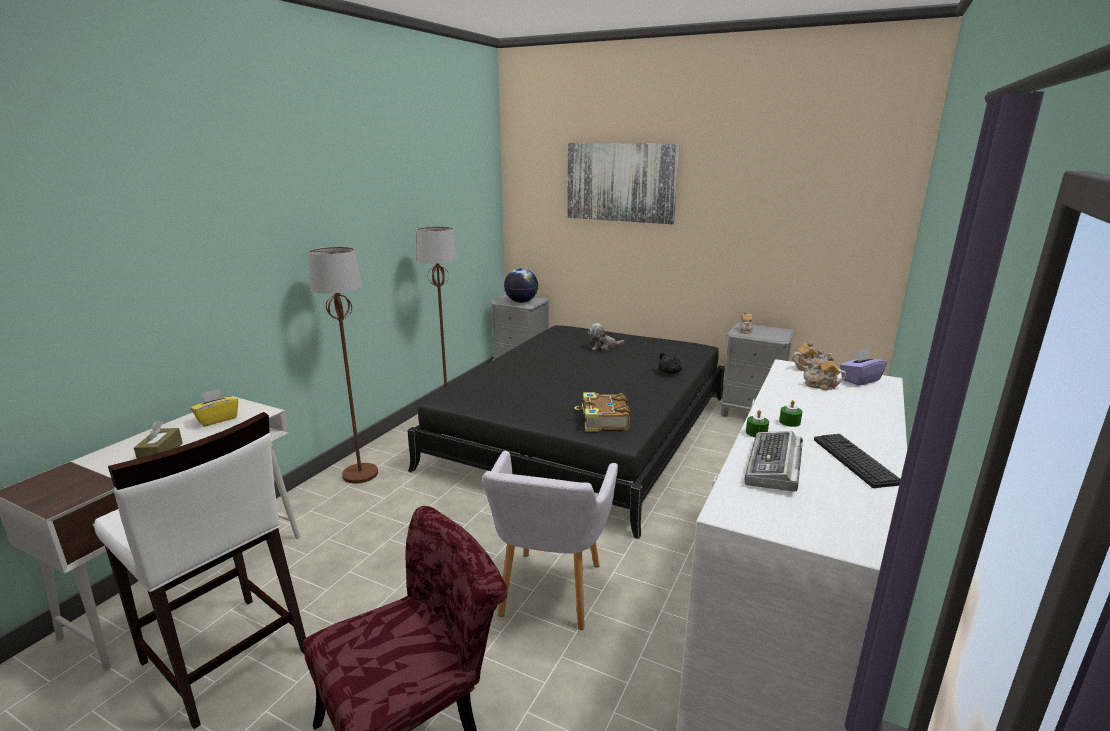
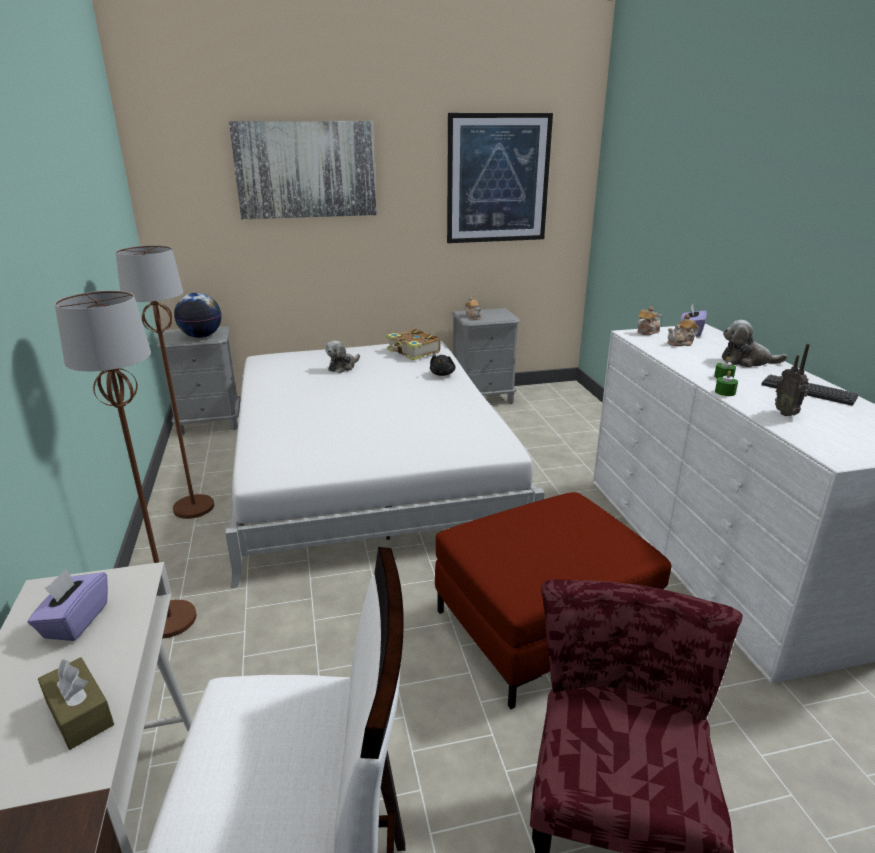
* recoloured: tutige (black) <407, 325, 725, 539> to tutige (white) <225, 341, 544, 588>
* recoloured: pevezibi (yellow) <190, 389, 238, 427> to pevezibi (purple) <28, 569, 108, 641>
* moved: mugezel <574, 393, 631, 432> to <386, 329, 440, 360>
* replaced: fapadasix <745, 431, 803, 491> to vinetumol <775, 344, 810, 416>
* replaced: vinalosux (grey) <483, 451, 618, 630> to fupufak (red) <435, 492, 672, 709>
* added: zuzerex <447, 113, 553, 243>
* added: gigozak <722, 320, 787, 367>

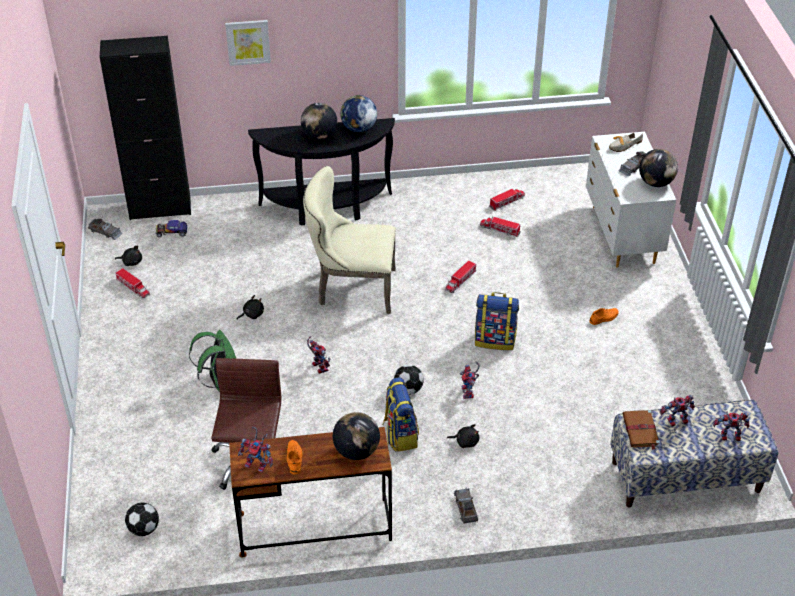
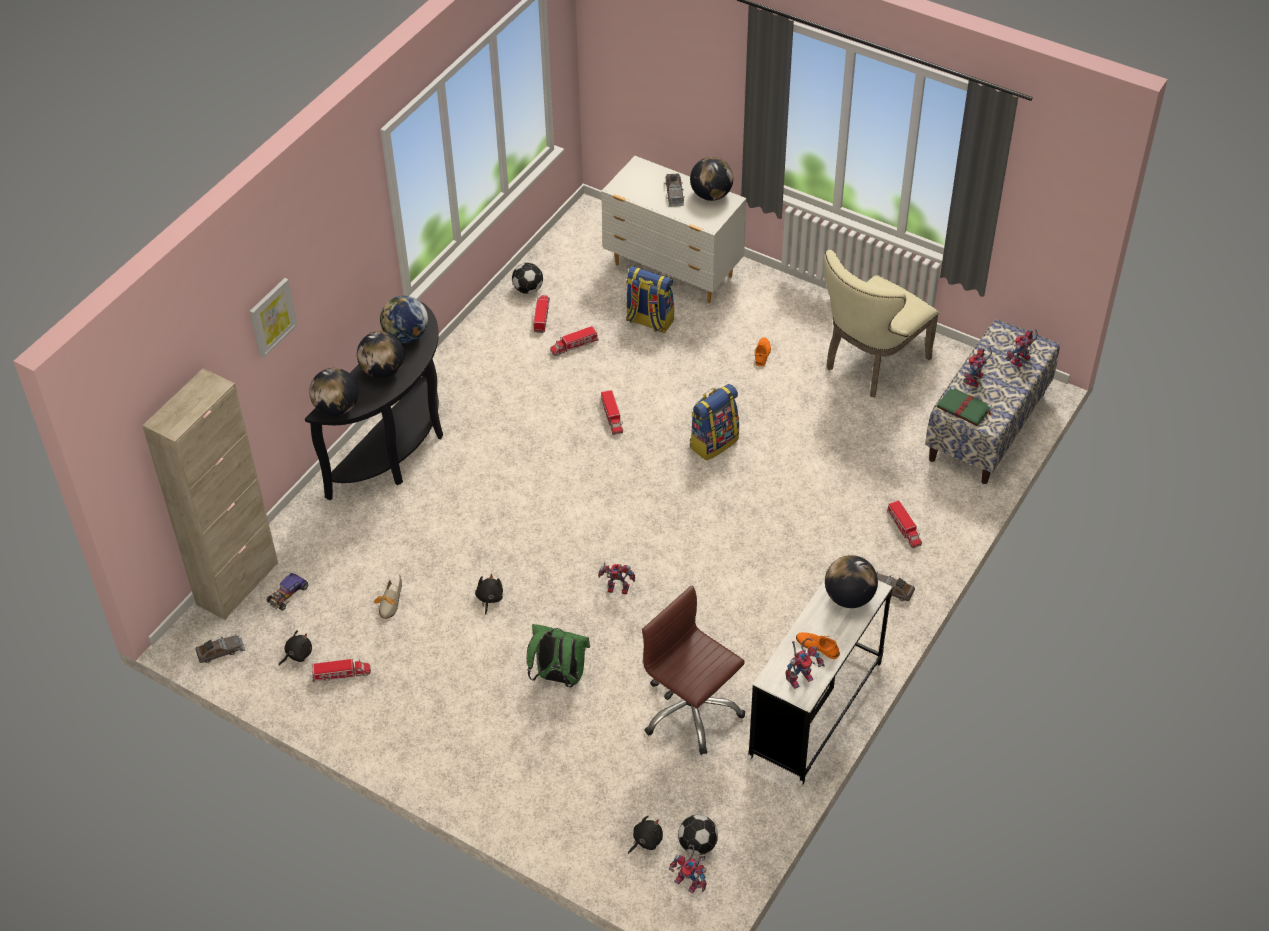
* recoloured: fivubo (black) <100, 36, 191, 220> to fivubo (beige) <142, 368, 278, 620>
* moved: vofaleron <609, 133, 643, 152> to <373, 574, 402, 619>
* moved: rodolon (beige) <303, 166, 396, 314> to <824, 250, 939, 397>
* moved: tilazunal <460, 361, 480, 399> to <669, 844, 707, 893>
* moved: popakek <394, 365, 424, 395> to <512, 263, 543, 294>
* moved: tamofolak <383, 377, 419, 452> to <626, 266, 674, 333>
* recoloured: mugezel (brown) <623, 410, 660, 450> to mugezel (green) <937, 386, 992, 426>
* moved: gigozak (black) <447, 424, 479, 448> to <628, 816, 663, 854>
* recoloured: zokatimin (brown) <229, 427, 392, 557> to zokatimin (white) <748, 580, 893, 786>
* added: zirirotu <309, 368, 358, 416>
* added: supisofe <887, 500, 922, 548>

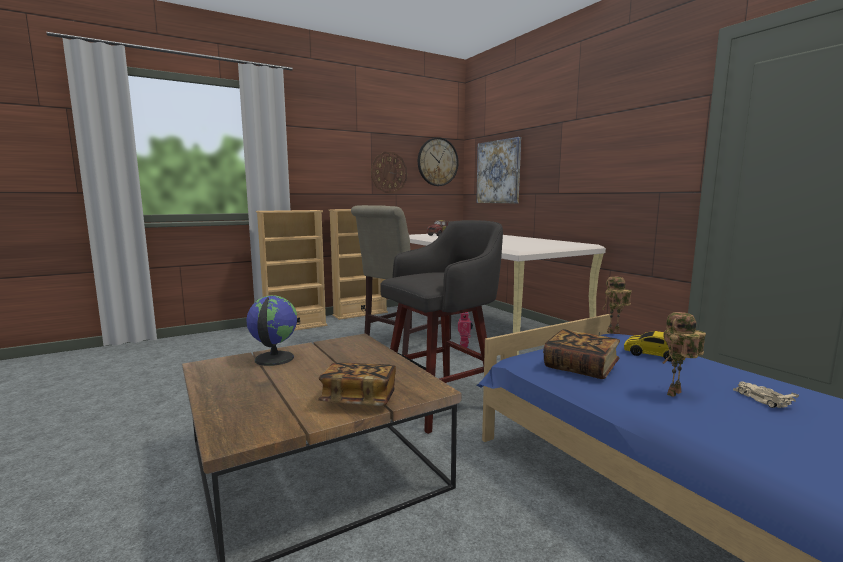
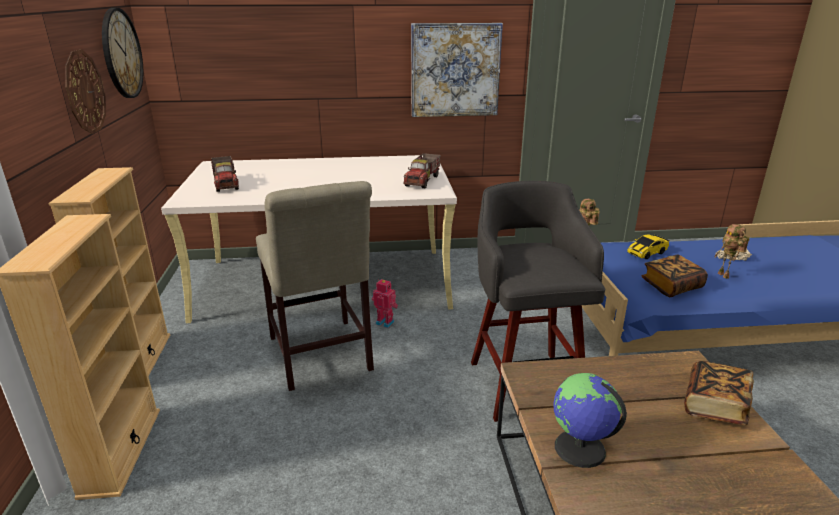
* moved: zuzerex <476, 137, 521, 203> to <411, 23, 503, 117>
* added: supisofe <404, 153, 441, 188>

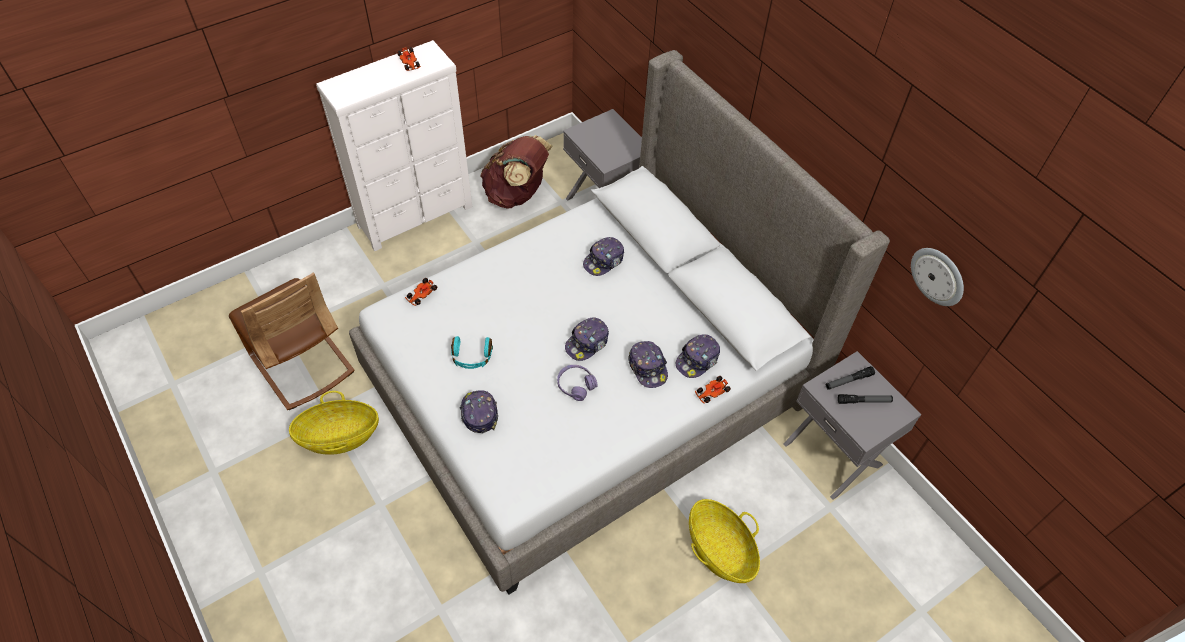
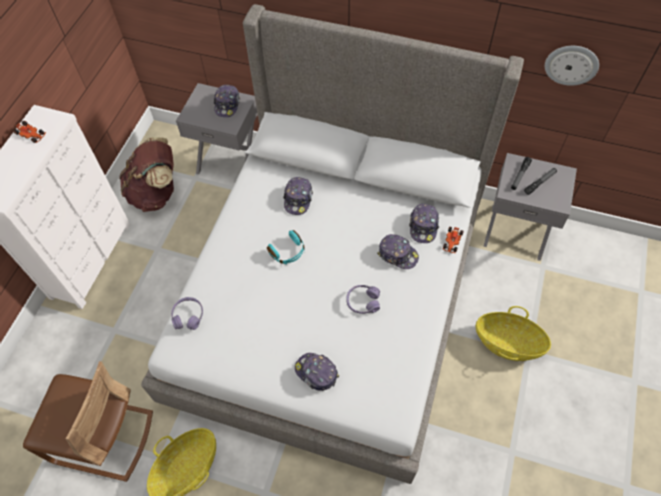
* replaced: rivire <405, 278, 437, 306> to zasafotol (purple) <171, 297, 203, 330>
* moved: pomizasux <565, 318, 609, 361> to <214, 85, 240, 117>
* moved: zasafotol (turquoise) <451, 336, 493, 369> to <267, 230, 304, 264>

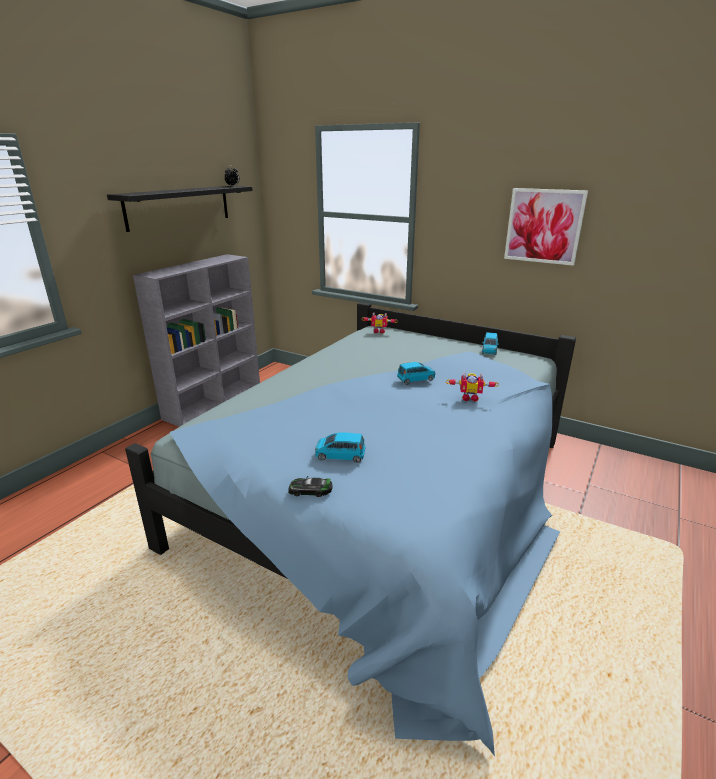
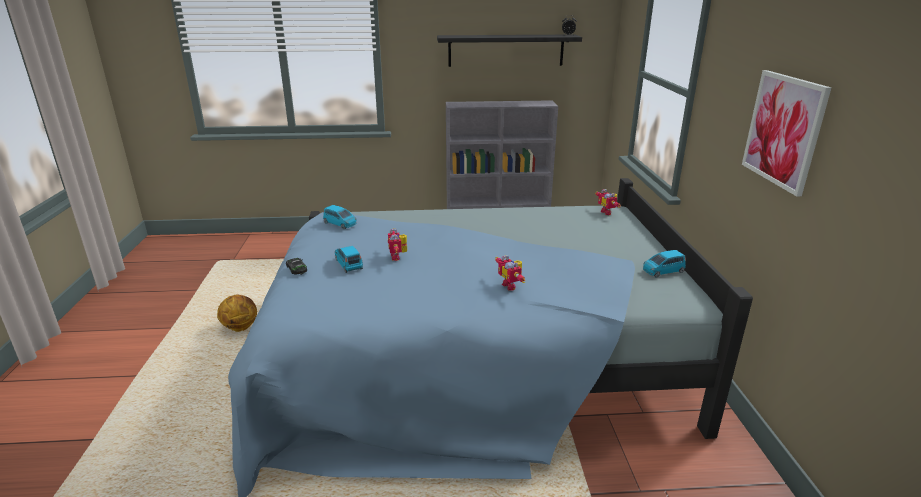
* moved: rivire (blue) <397, 362, 435, 385> to <323, 205, 357, 229>
* added: tilazunal <388, 229, 407, 261>
* added: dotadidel <217, 294, 257, 332>

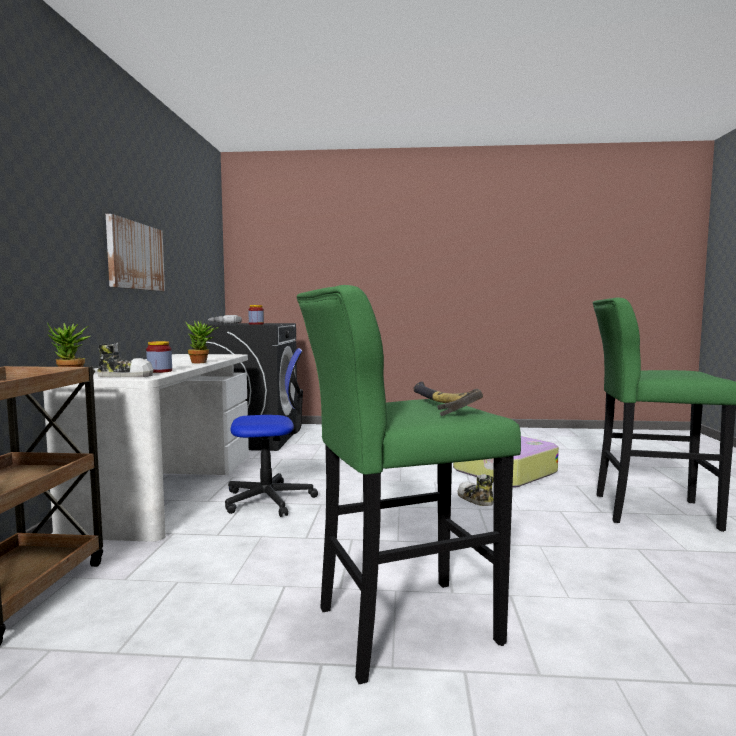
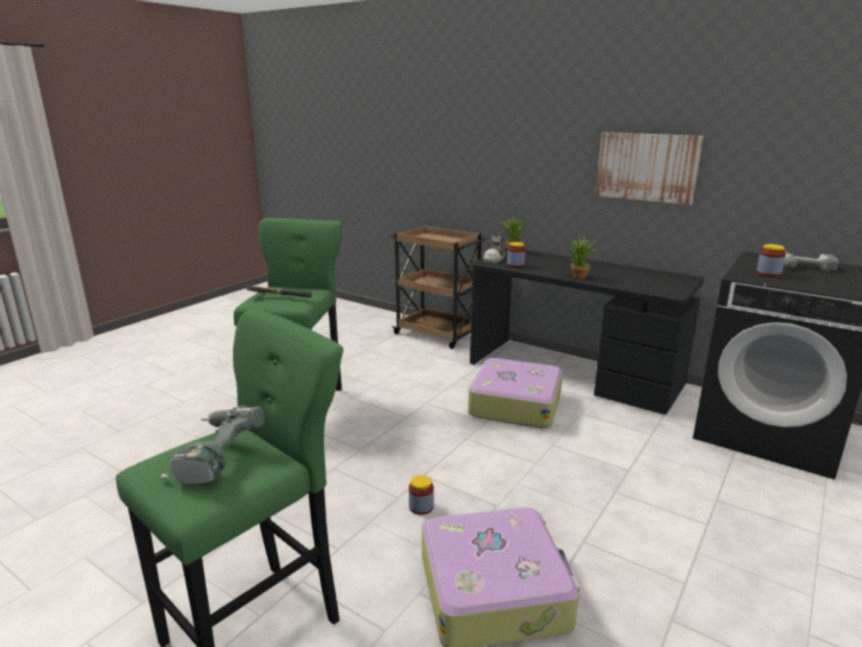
* replaced: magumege <225, 348, 318, 517> to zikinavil <468, 358, 563, 428>
* recoloured: zokatimin (white) <43, 354, 249, 542> to zokatimin (black) <470, 248, 704, 415>
* replaced: vofaleron <457, 474, 494, 506> to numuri <409, 475, 434, 515>
* added: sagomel <161, 406, 265, 484>

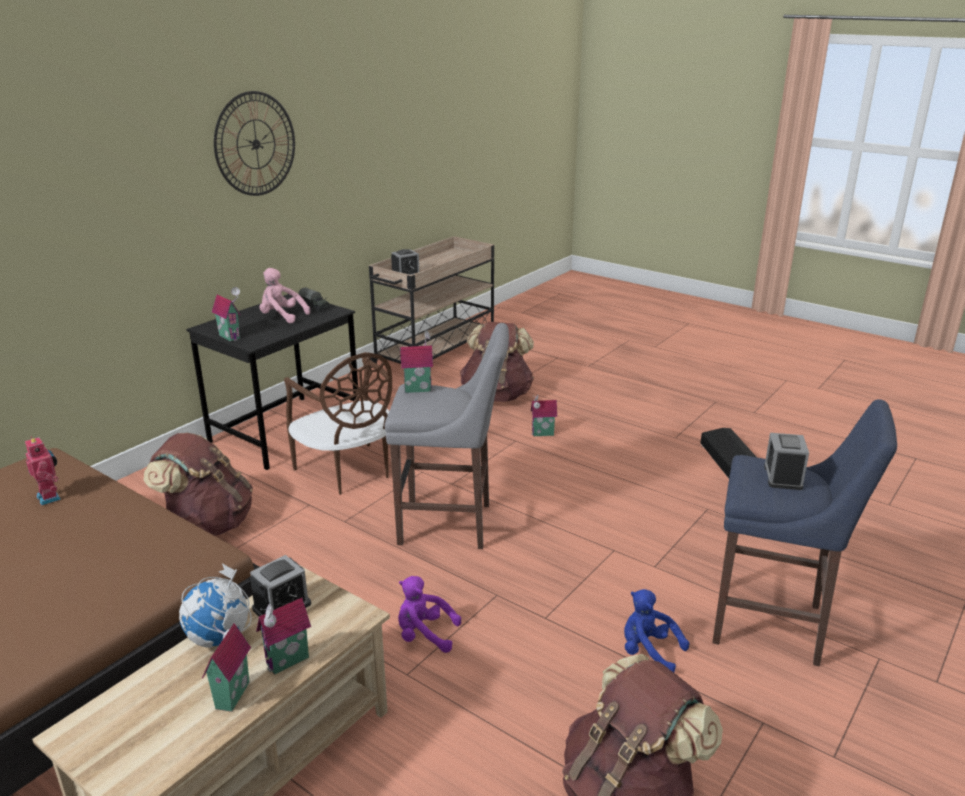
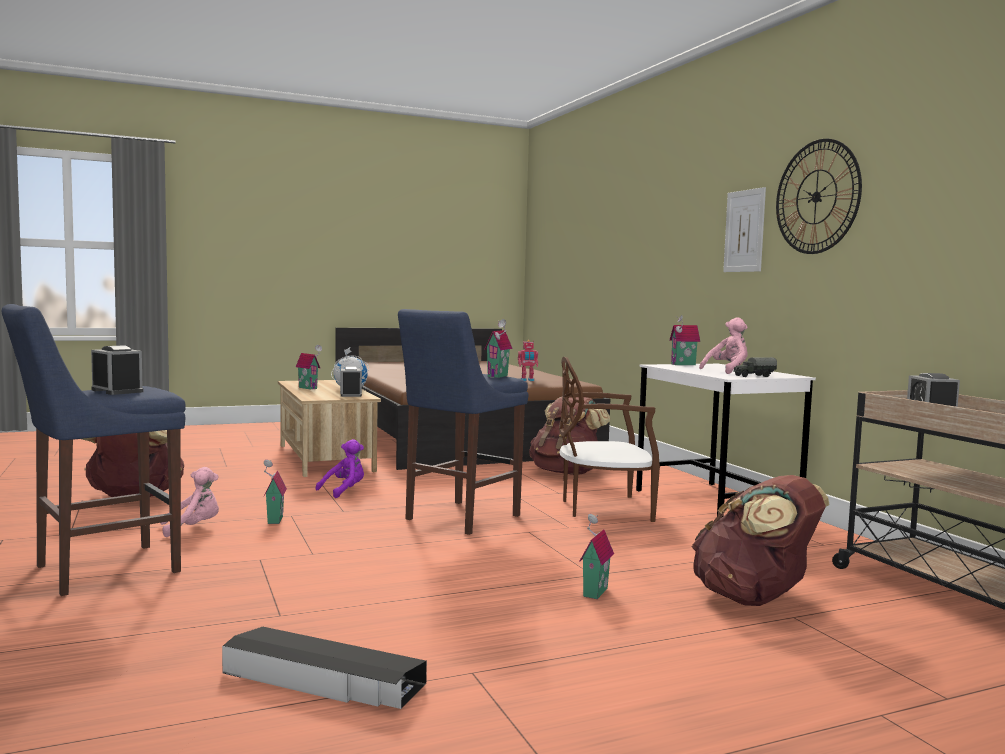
* recoloured: zokatimin (black) <186, 294, 358, 470> to zokatimin (white) <636, 364, 816, 518>
* recoloured: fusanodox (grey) <385, 323, 509, 549> to fusanodox (blue) <398, 309, 528, 535>
* recoloured: gigozak (blue) <624, 589, 689, 672> to gigozak (pink) <160, 467, 219, 537>
* moved: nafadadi <256, 598, 311, 675> to <263, 460, 287, 524>
* added: zuzerex <723, 187, 766, 272>

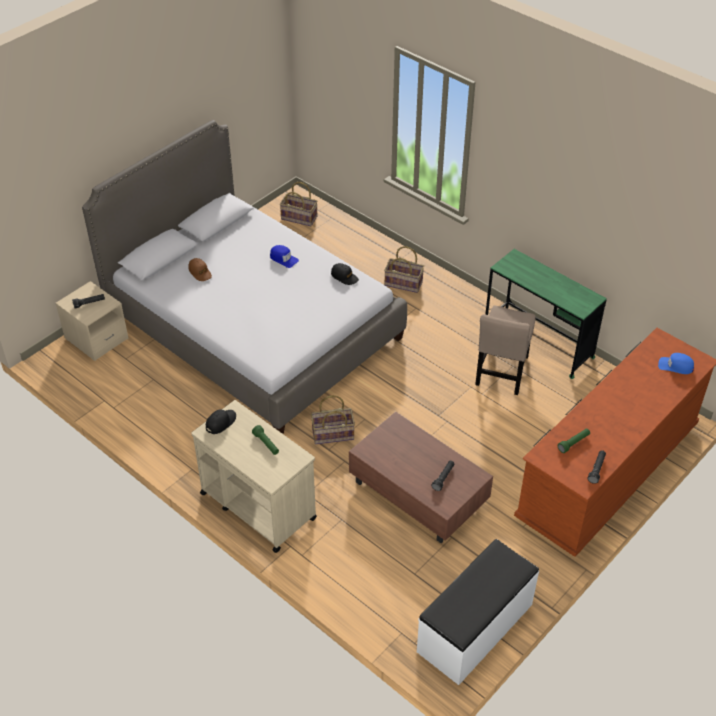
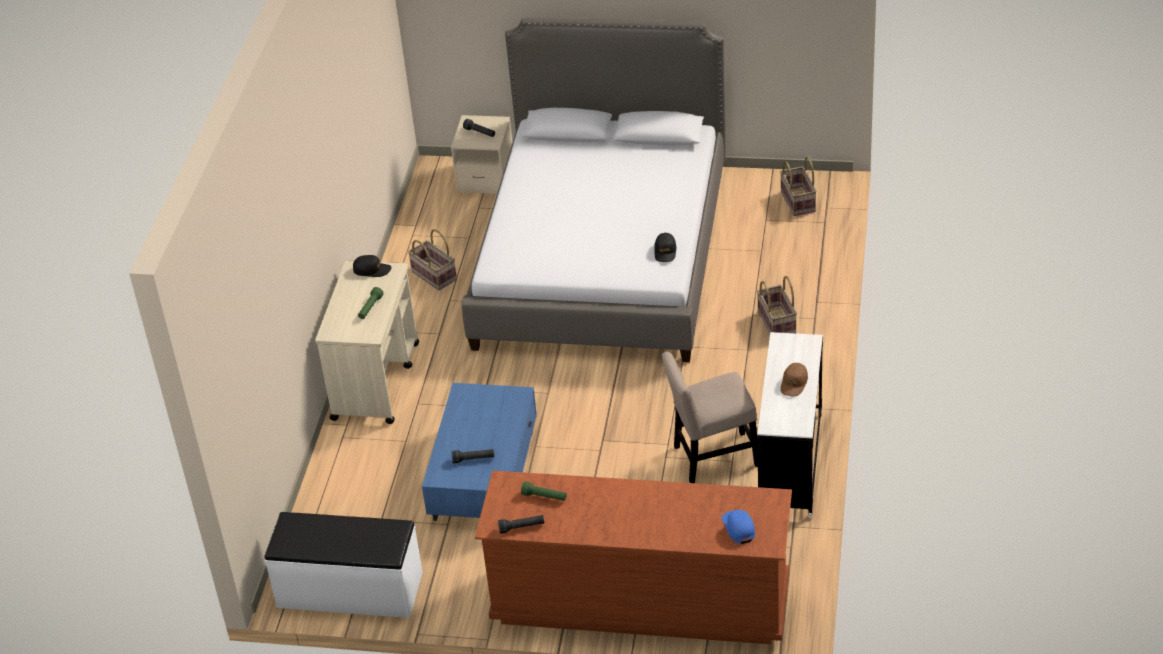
* removed: pomizasux (blue) <270, 245, 299, 268>
* recoloured: zokatimin (green) <485, 249, 607, 379> to zokatimin (white) <757, 332, 823, 518>
* moved: pomizasux (brown) <189, 258, 212, 281> to <780, 363, 808, 396>
* moved: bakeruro <311, 395, 355, 444> to <408, 229, 457, 290>
* recoloured: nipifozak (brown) <349, 412, 493, 543> to nipifozak (blue) <422, 383, 537, 521>

